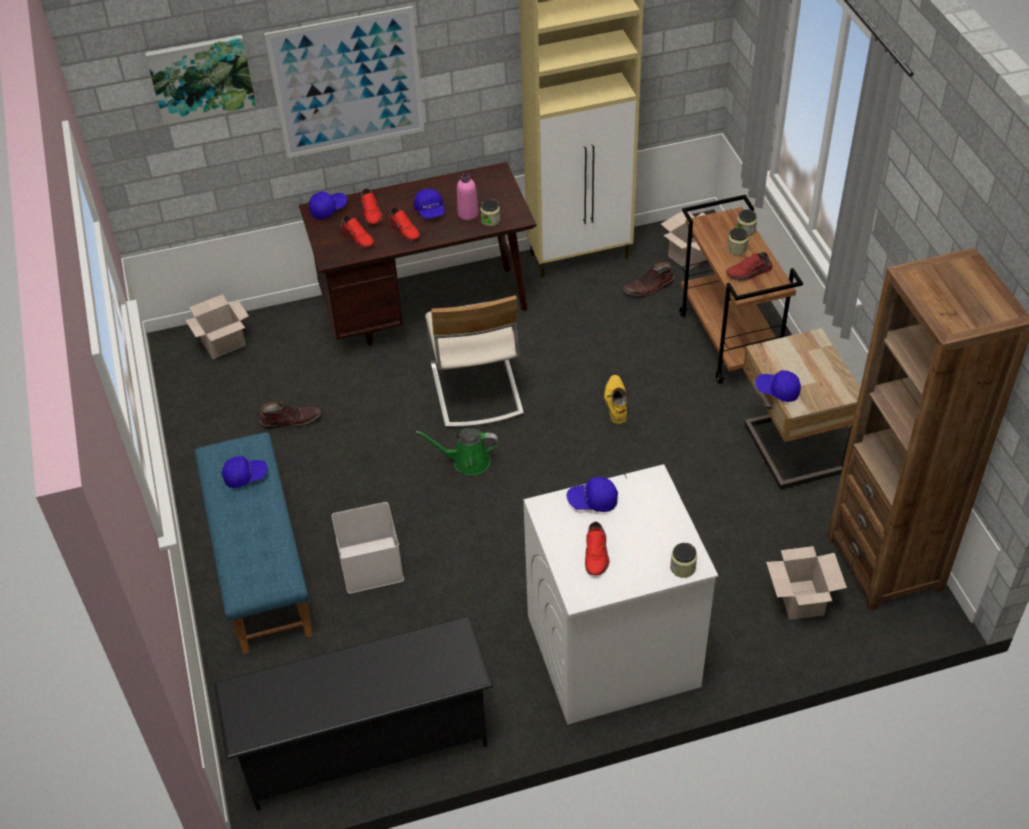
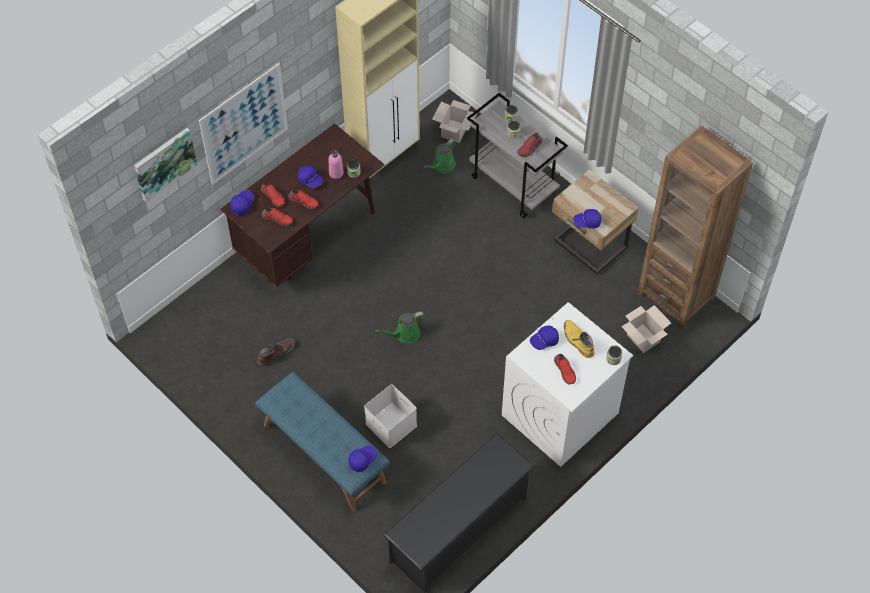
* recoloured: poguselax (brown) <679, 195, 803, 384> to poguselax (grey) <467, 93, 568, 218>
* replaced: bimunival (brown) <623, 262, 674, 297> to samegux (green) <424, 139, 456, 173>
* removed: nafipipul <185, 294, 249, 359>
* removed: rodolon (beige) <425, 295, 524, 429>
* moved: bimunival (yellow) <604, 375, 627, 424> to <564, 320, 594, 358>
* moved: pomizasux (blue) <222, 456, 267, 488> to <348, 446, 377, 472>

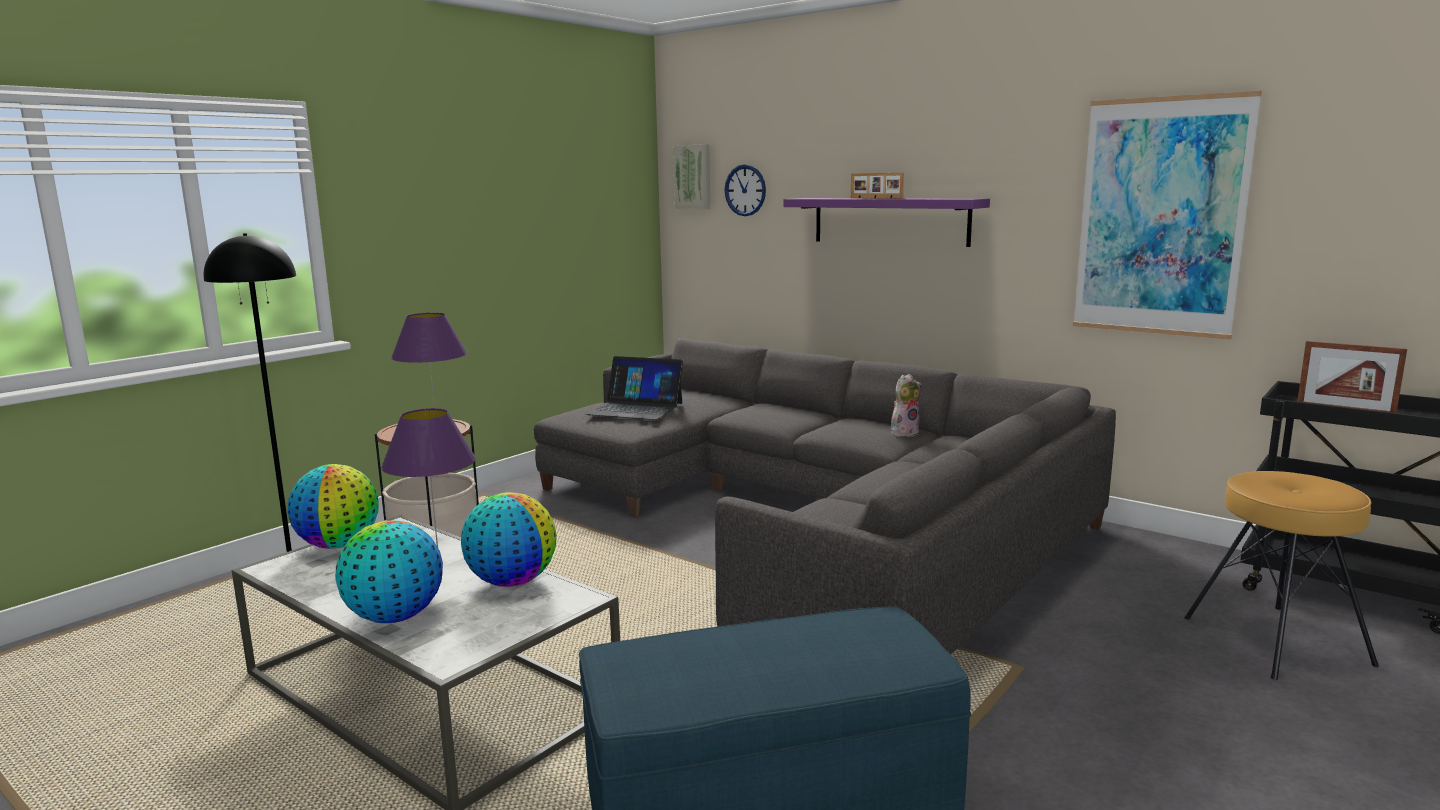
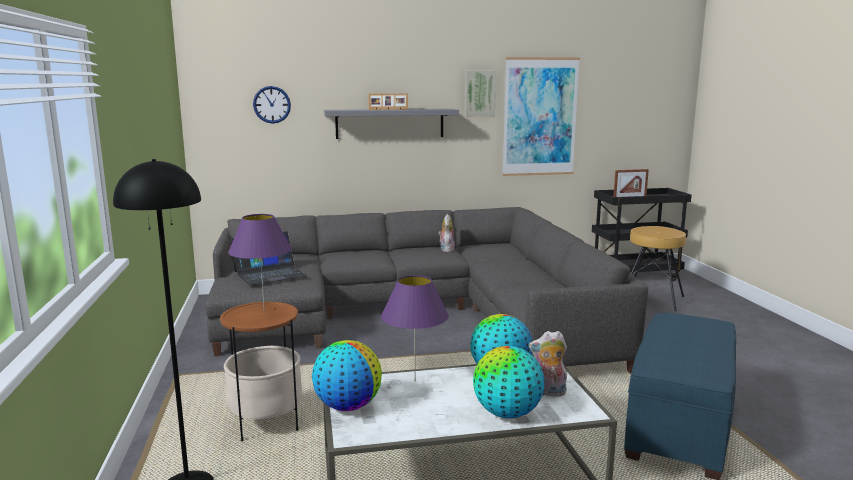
* moved: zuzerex <673, 144, 710, 209> to <465, 71, 496, 117>
* recoloured: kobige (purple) <784, 198, 990, 247> to kobige (grey) <324, 109, 459, 139>
* added: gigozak <529, 331, 568, 396>

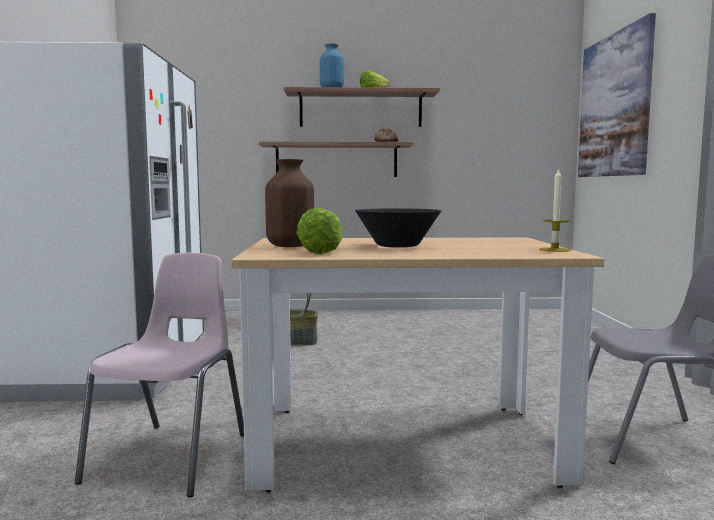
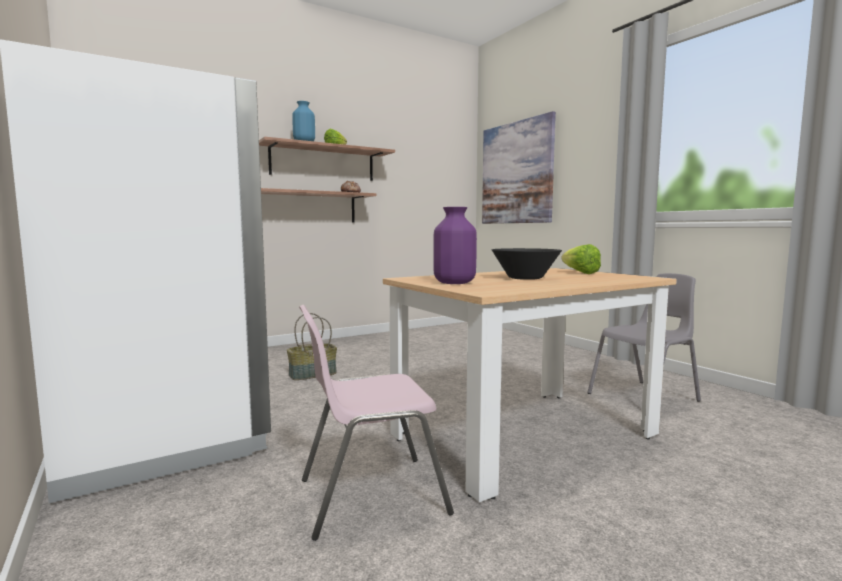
* recoloured: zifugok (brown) <265, 159, 314, 247> to zifugok (purple) <433, 207, 477, 284>
* removed: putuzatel <539, 168, 571, 252>
* moved: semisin <297, 208, 342, 254> to <562, 244, 601, 274>
* turned: rodolon (pink) <75, 253, 244, 497> = <299, 305, 454, 541> 90 degrees counterclockwise

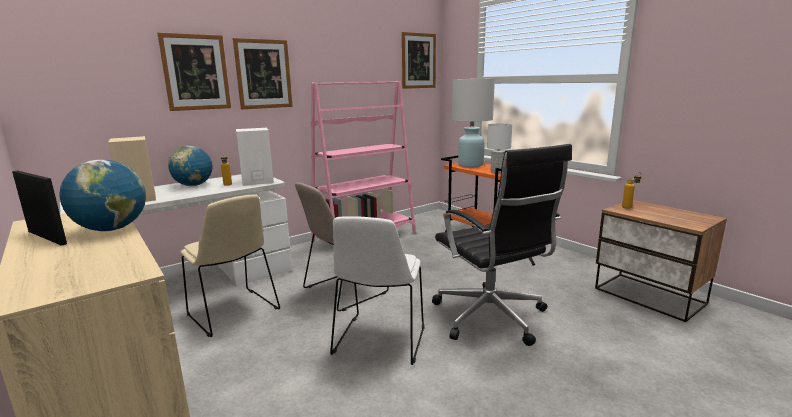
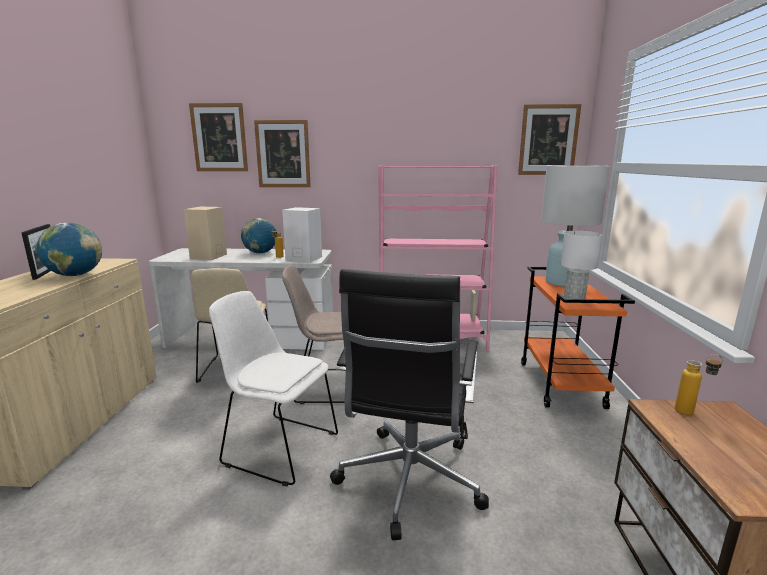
* moved: zuzerex <233, 38, 293, 109> to <189, 103, 248, 171>
* turned: rodolon (white) <330, 216, 425, 365> = <209, 291, 338, 486> 60 degrees clockwise

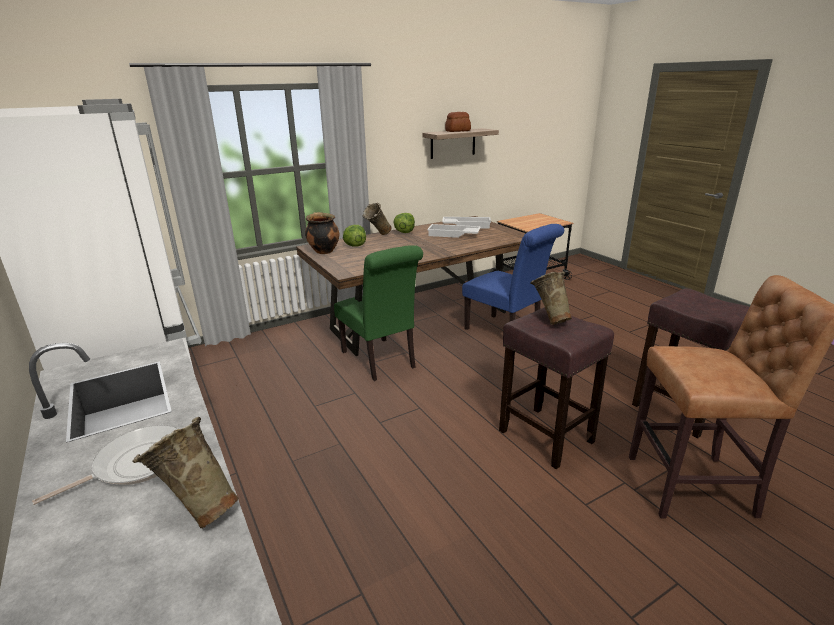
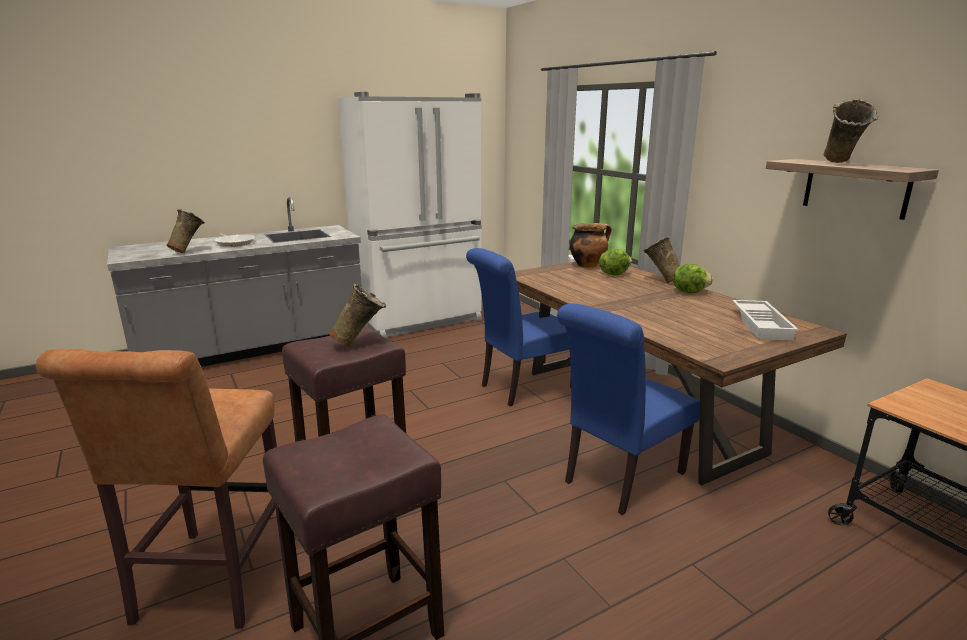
* replaced: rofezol <445, 112, 471, 132> to zifugok (beige) <824, 99, 878, 163>
* removed: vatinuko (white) <427, 224, 481, 238>
* recoloured: rodolon (green) <334, 245, 423, 381> to rodolon (blue) <466, 248, 571, 406>

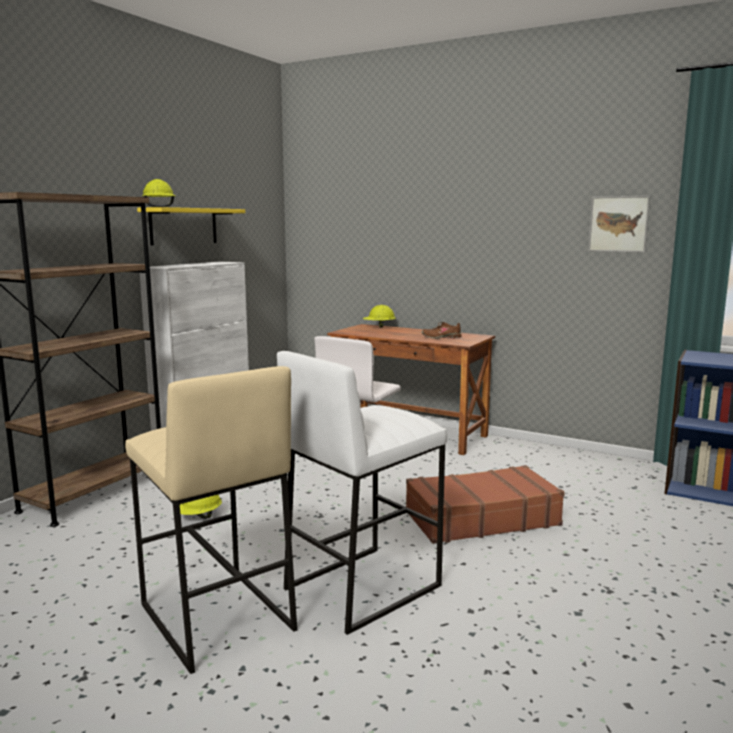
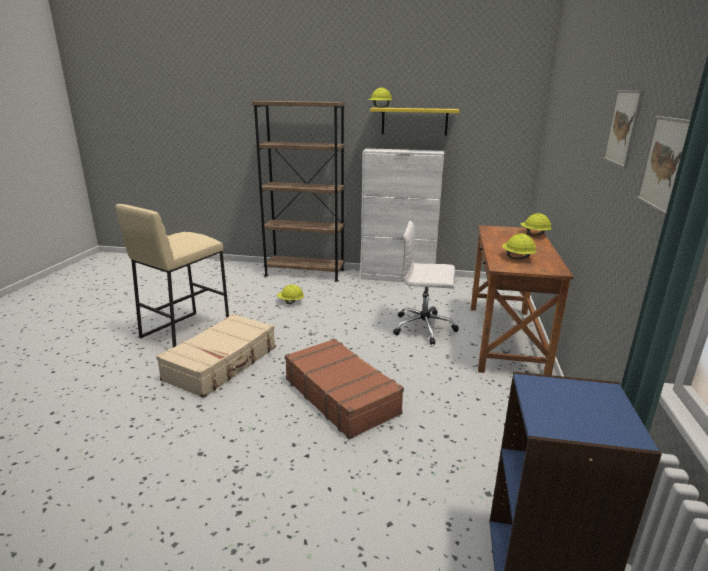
* replaced: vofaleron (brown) <422, 322, 462, 339> to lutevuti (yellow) <502, 233, 537, 259>
* replaced: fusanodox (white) <277, 351, 447, 635> to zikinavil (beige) <156, 314, 276, 398>
* added: zuzerex <603, 90, 645, 168>

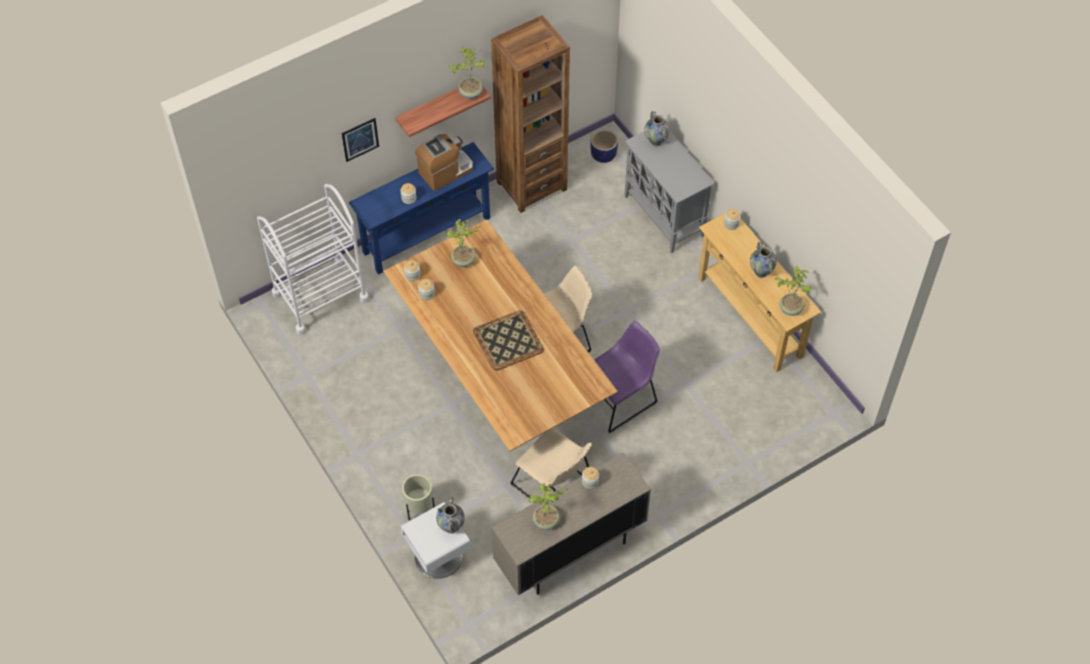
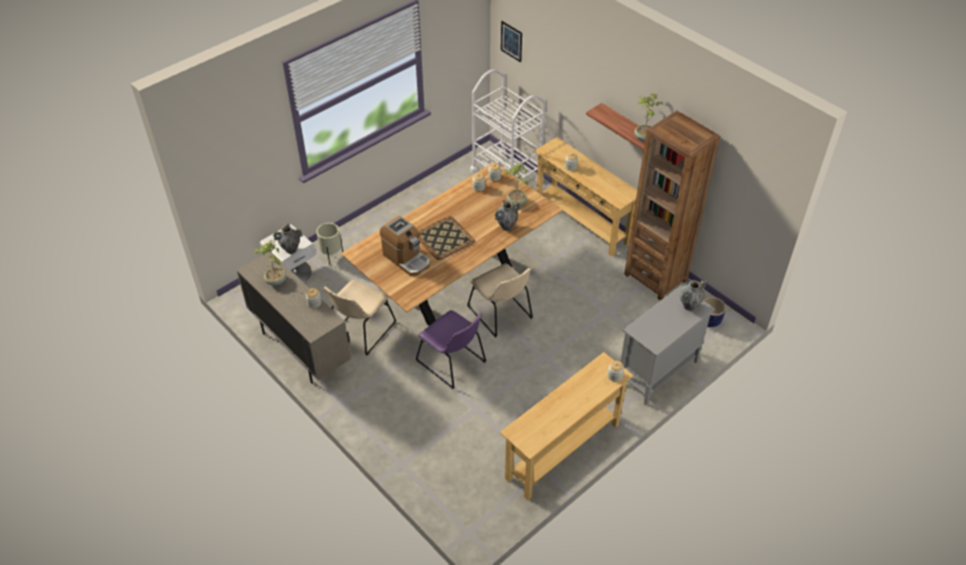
* moved: zuzerex <341, 118, 379, 162> to <501, 21, 522, 62>
* moved: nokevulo <415, 134, 473, 191> to <380, 216, 431, 276>
* recoloured: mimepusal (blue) <349, 142, 494, 275> to mimepusal (beige) <534, 137, 637, 257>
* moved: zifugok <750, 241, 777, 278> to <495, 200, 520, 231>
* removed: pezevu <775, 266, 812, 316>

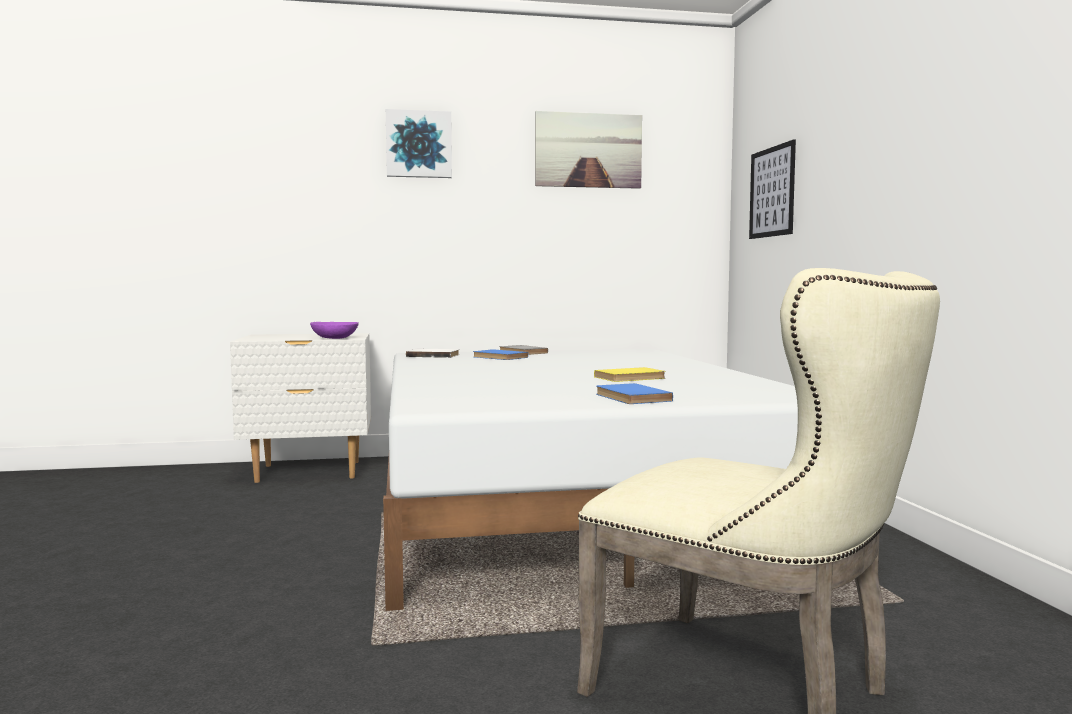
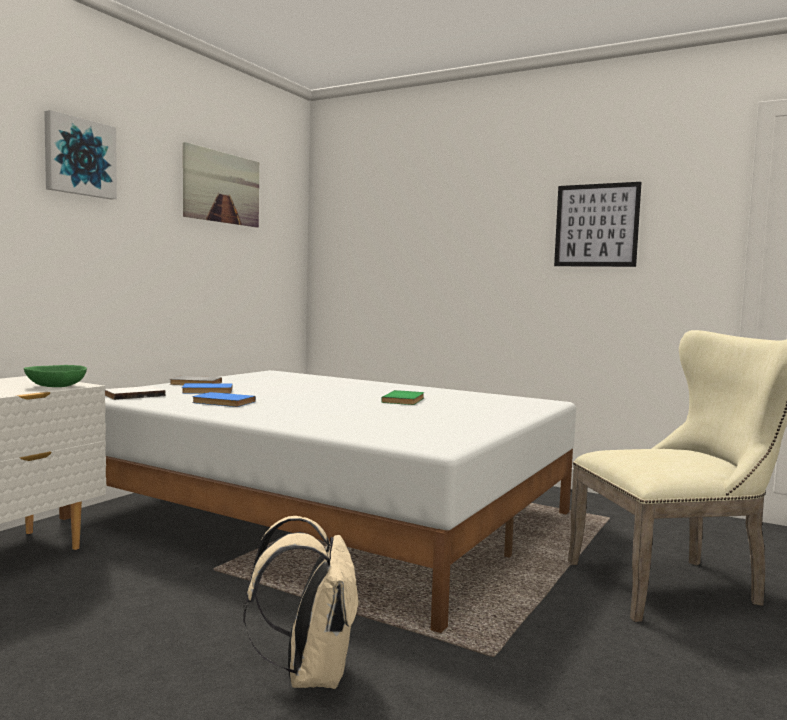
* moved: zuzerex <749, 139, 796, 239> to <554, 182, 642, 267>
* recoloured: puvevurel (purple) <310, 322, 359, 339> to puvevurel (green) <24, 365, 87, 387>
* recoloured: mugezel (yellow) <594, 367, 666, 382> to mugezel (green) <381, 390, 424, 405>
* moved: mugezel (blue) <596, 383, 673, 404> to <192, 392, 256, 407>
* added: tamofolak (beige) <243, 516, 360, 689>

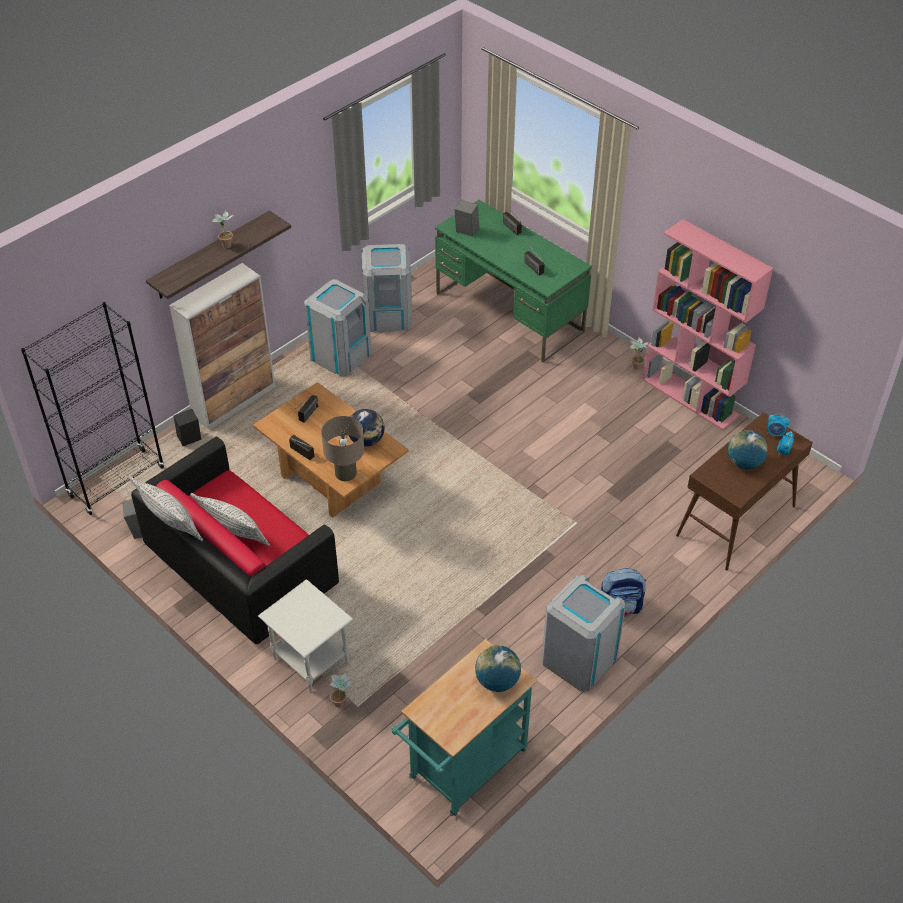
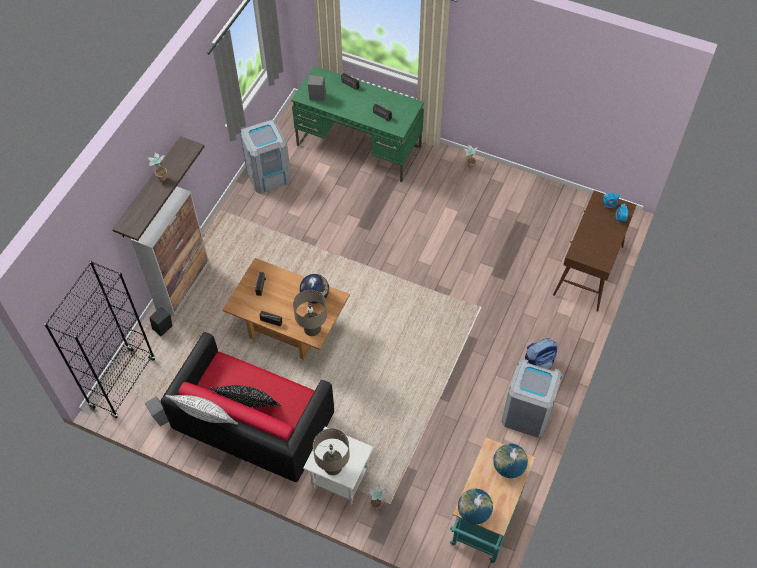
* removed: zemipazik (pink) <642, 219, 773, 430>
* removed: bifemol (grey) <304, 279, 372, 377>
* moved: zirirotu <728, 430, 768, 469> to <458, 489, 493, 524>
* recoloured: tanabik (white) <190, 493, 270, 546> to tanabik (black) <210, 385, 281, 408>
* added: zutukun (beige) <313, 429, 350, 475>

